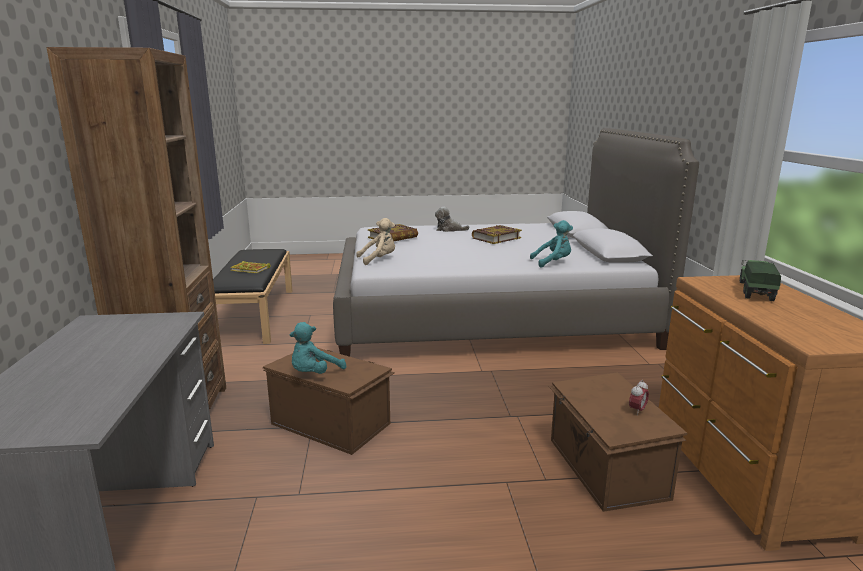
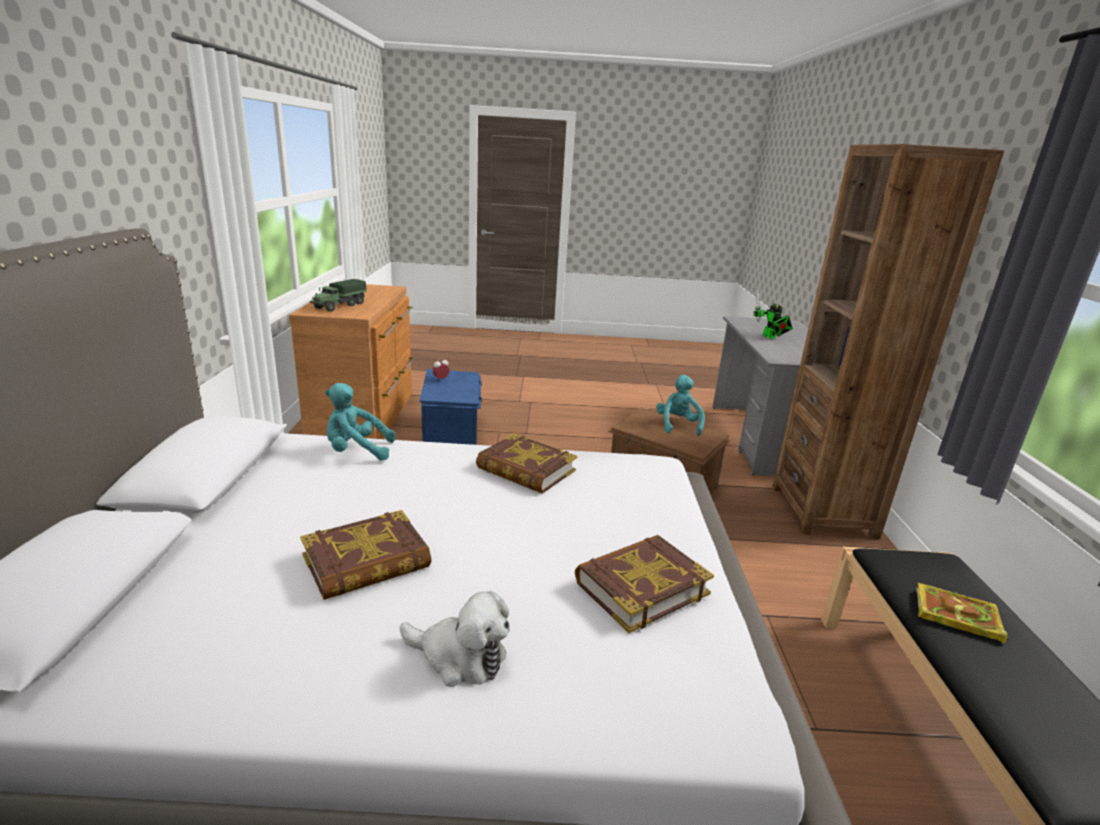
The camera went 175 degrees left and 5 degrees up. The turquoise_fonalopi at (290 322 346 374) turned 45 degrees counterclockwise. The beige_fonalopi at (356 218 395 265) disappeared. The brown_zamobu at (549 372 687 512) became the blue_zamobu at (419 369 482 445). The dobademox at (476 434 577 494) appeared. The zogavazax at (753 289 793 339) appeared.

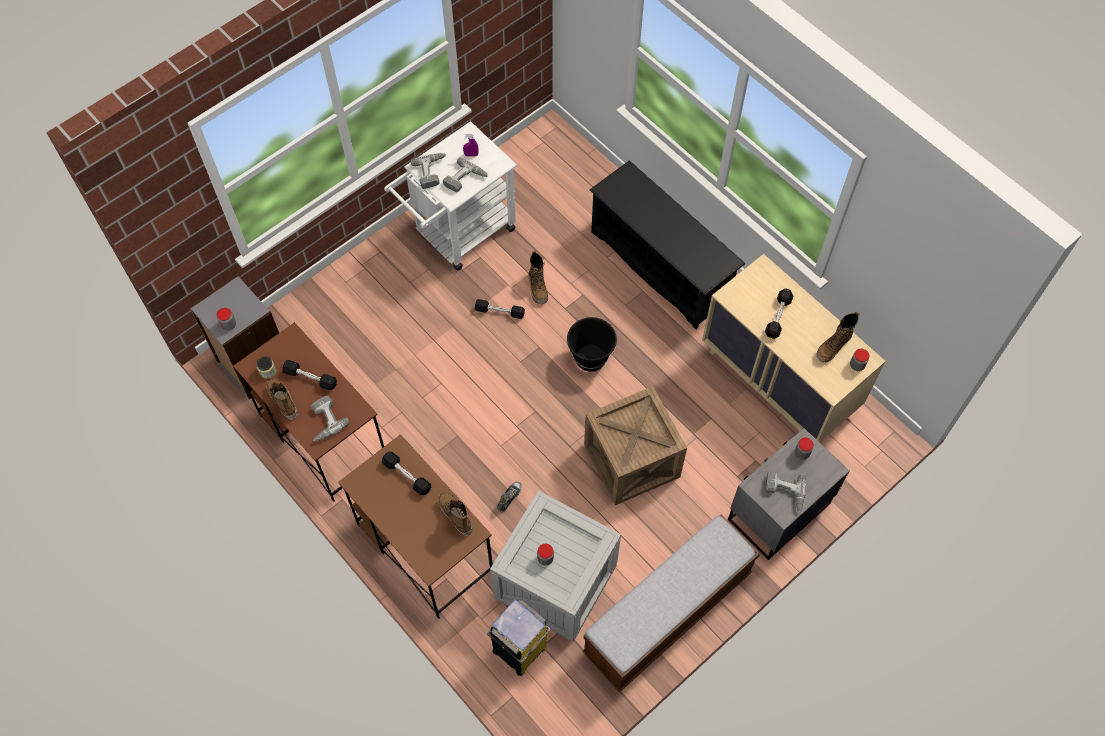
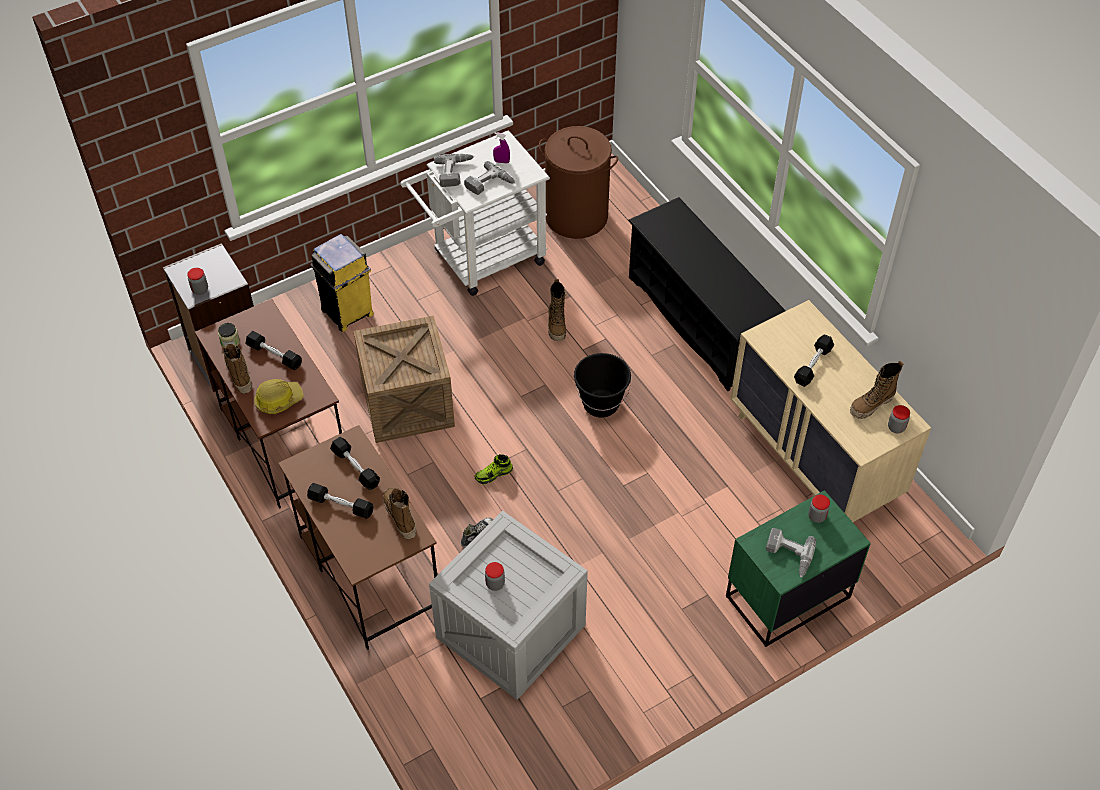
The camera went 10 degrees right and 10 degrees down. The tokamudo at (311 395 350 442) was replaced by the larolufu at (254 379 304 414). The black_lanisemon moved from (475 299 525 319) to (307 483 373 519). The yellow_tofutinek moved from (487 599 551 676) to (310 234 374 332). The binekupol at (583 514 760 692) disappeared. The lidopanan moved from (584 386 687 505) to (353 316 455 443). The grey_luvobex at (728 428 850 560) became the green_luvobex at (726 490 871 647). The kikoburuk at (474 454 513 484) appeared. The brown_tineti at (539 126 618 239) appeared.

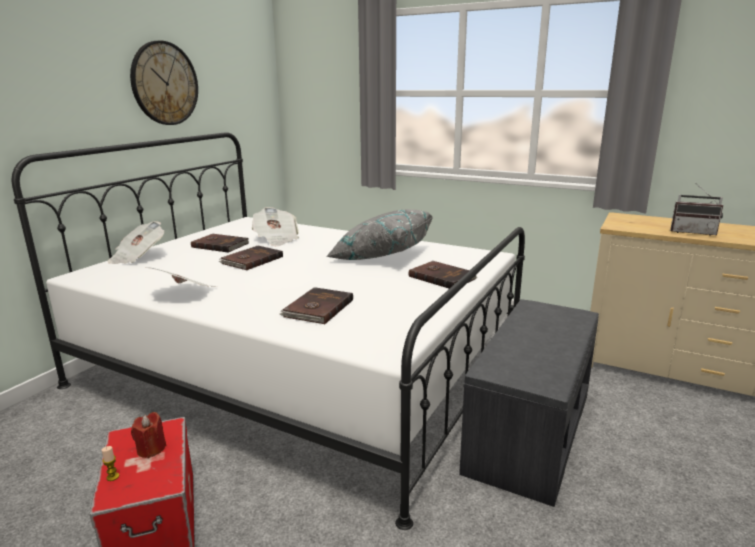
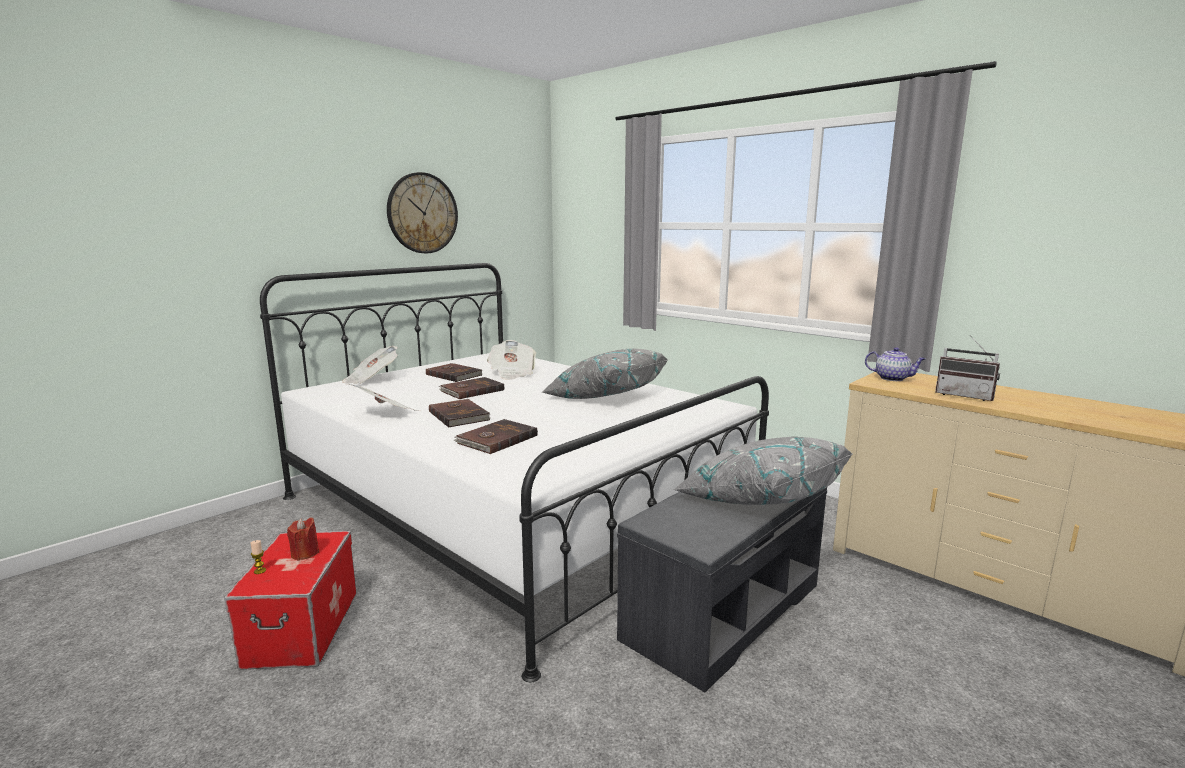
The camera went 15 degrees right and 5 degrees down. The brown_dobademox moved from (409 261 477 289) to (429 399 490 428). The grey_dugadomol at (673 437 853 505) appeared. The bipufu at (865 347 926 381) appeared.

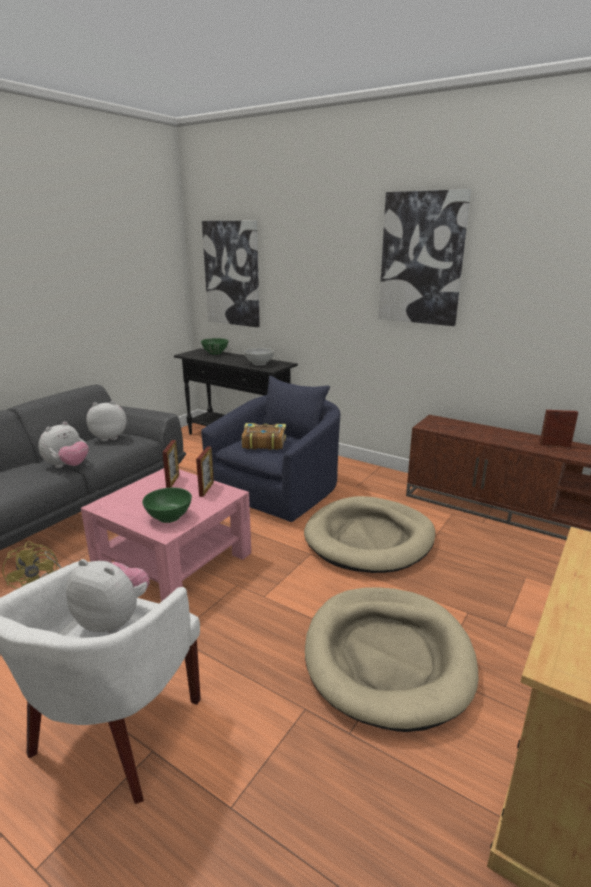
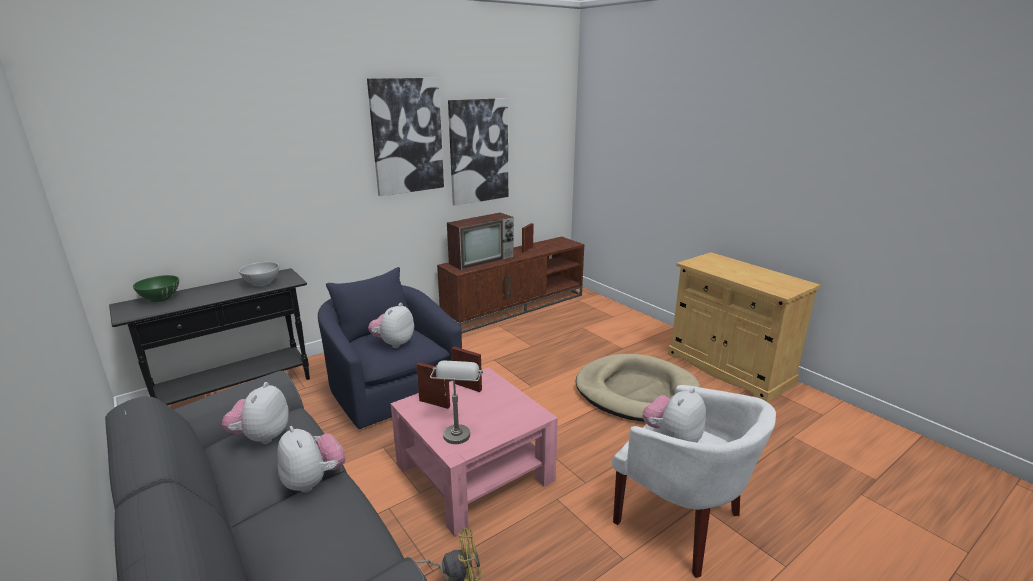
The camera went 70 degrees left and 0 degrees up. The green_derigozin at (142 488 192 523) disappeared. The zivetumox moved from (202 221 260 327) to (448 98 508 206). The dobademox at (242 423 286 450) was replaced by the fonalopi at (368 303 414 348). The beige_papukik at (304 496 436 573) disappeared. The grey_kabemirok at (430 361 483 444) appeared. The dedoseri at (447 213 514 270) appeared.

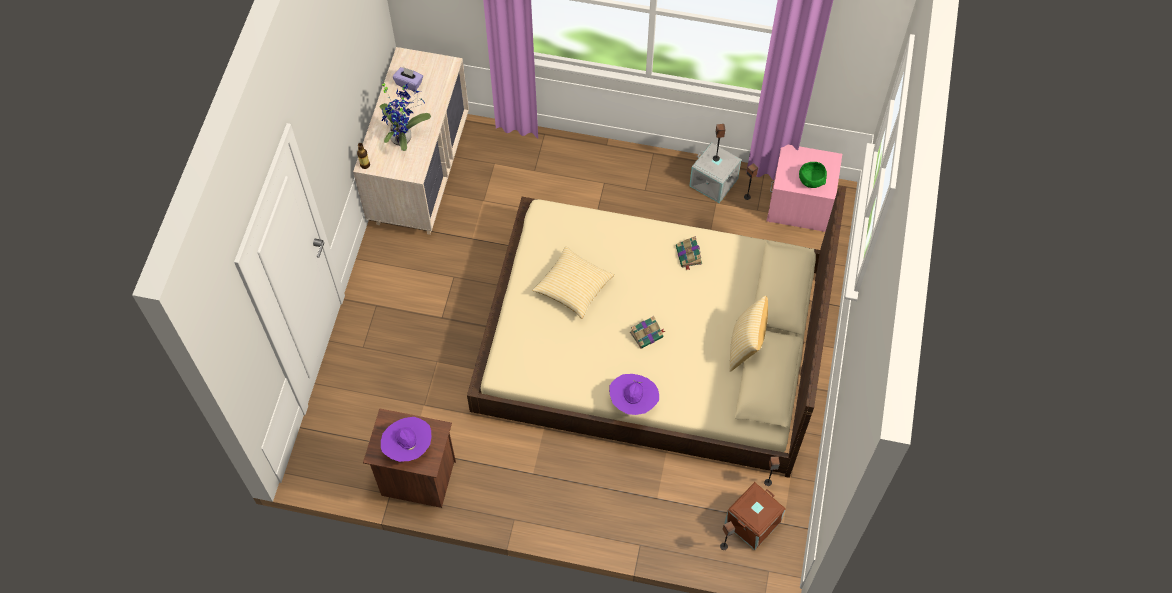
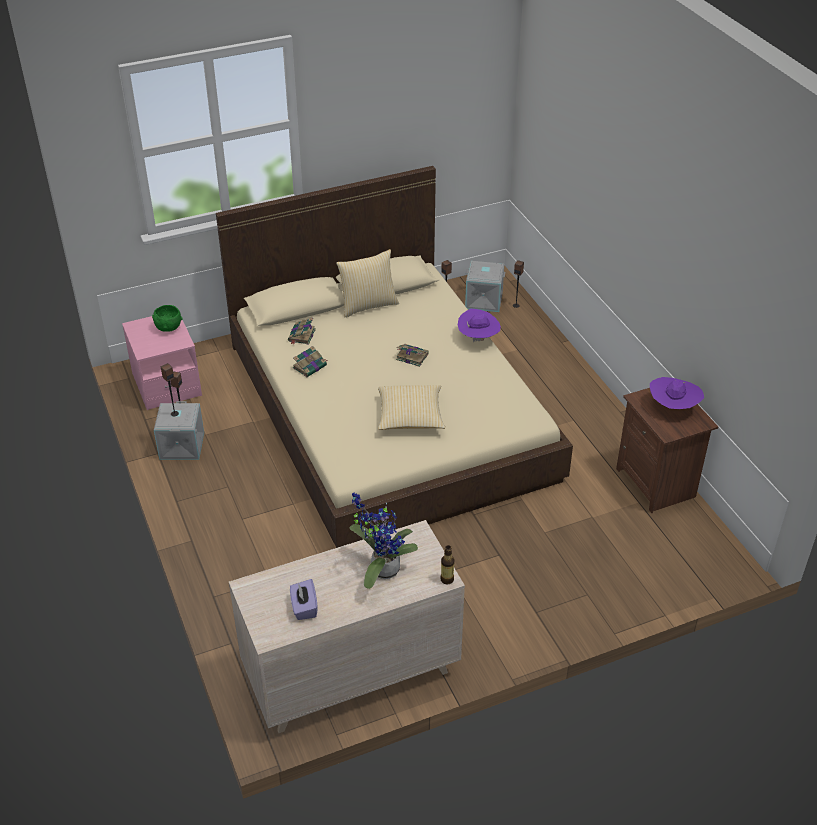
The camera went 125 degrees left and 20 degrees down. The brown_zamobu at (724 482 786 550) became the grey_zamobu at (465 261 505 312). The dobademox at (288 318 316 345) appeared.

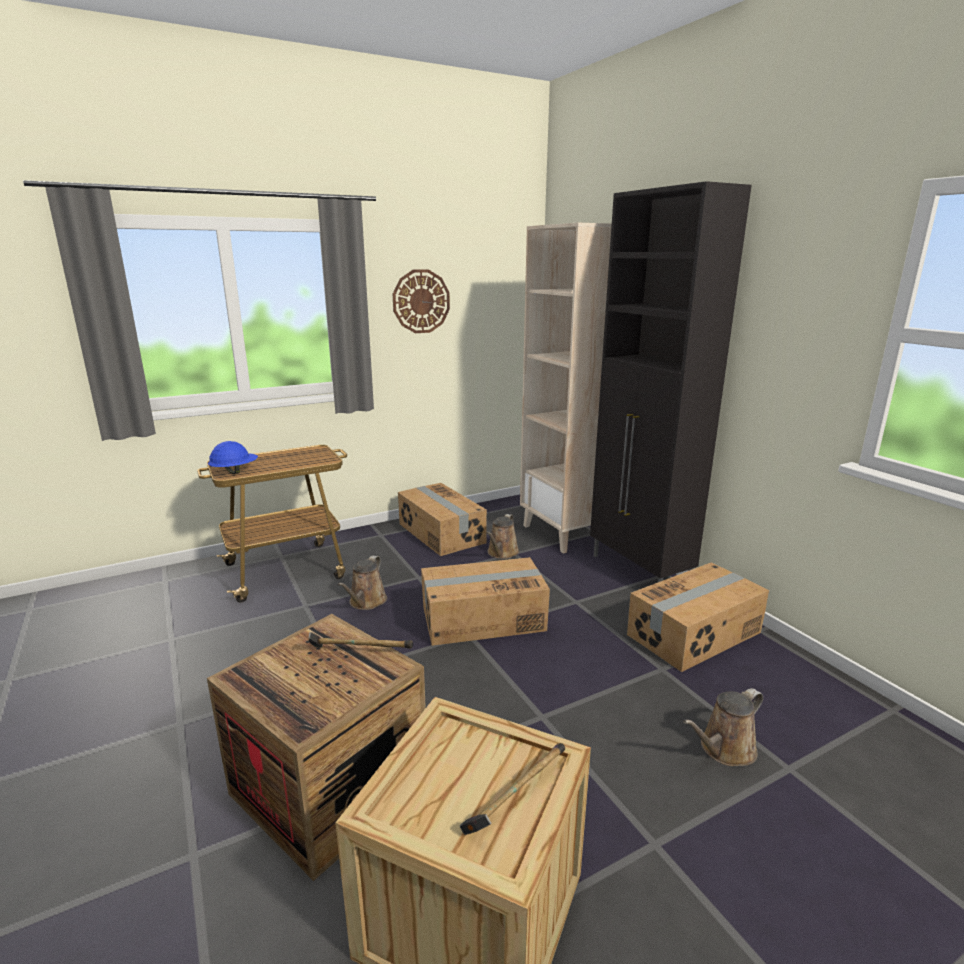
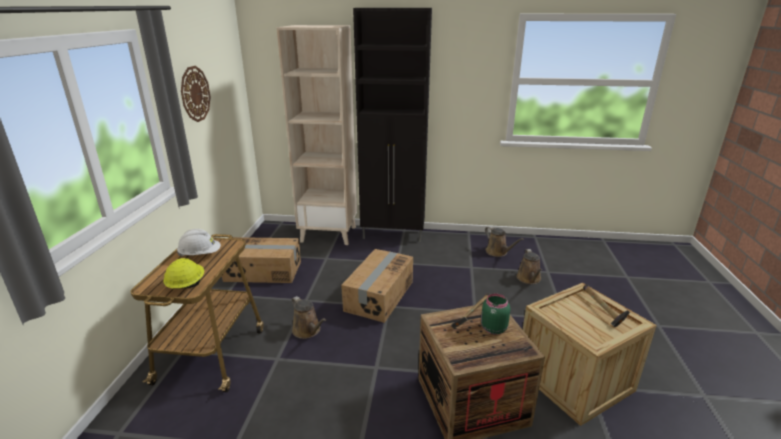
The camera went 55 degrees left and 5 degrees up. The blue_larolufu at (208 441 258 474) became the yellow_larolufu at (163 258 204 289). The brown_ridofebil moved from (486 514 519 559) to (485 226 524 257). The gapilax at (627 563 769 672) disappeared. The white_larolufu at (177 229 221 256) appeared. The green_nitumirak at (481 294 511 335) appeared.

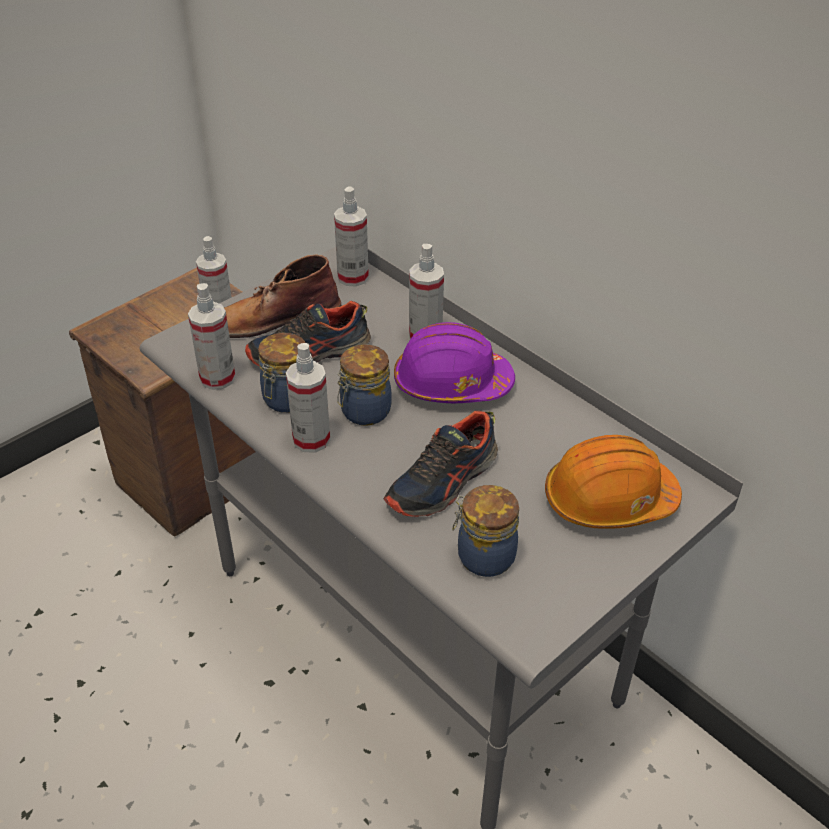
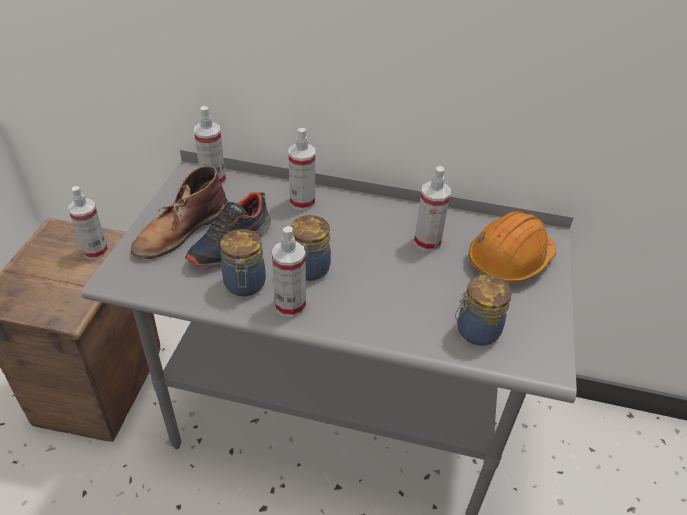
The camera went 35 degrees left and 0 degrees up. The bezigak moved from (188 283 236 390) to (414 166 451 251). The kikoburuk at (384 411 498 517) disappeared. The purple_larolufu at (394 322 515 403) disappeared.

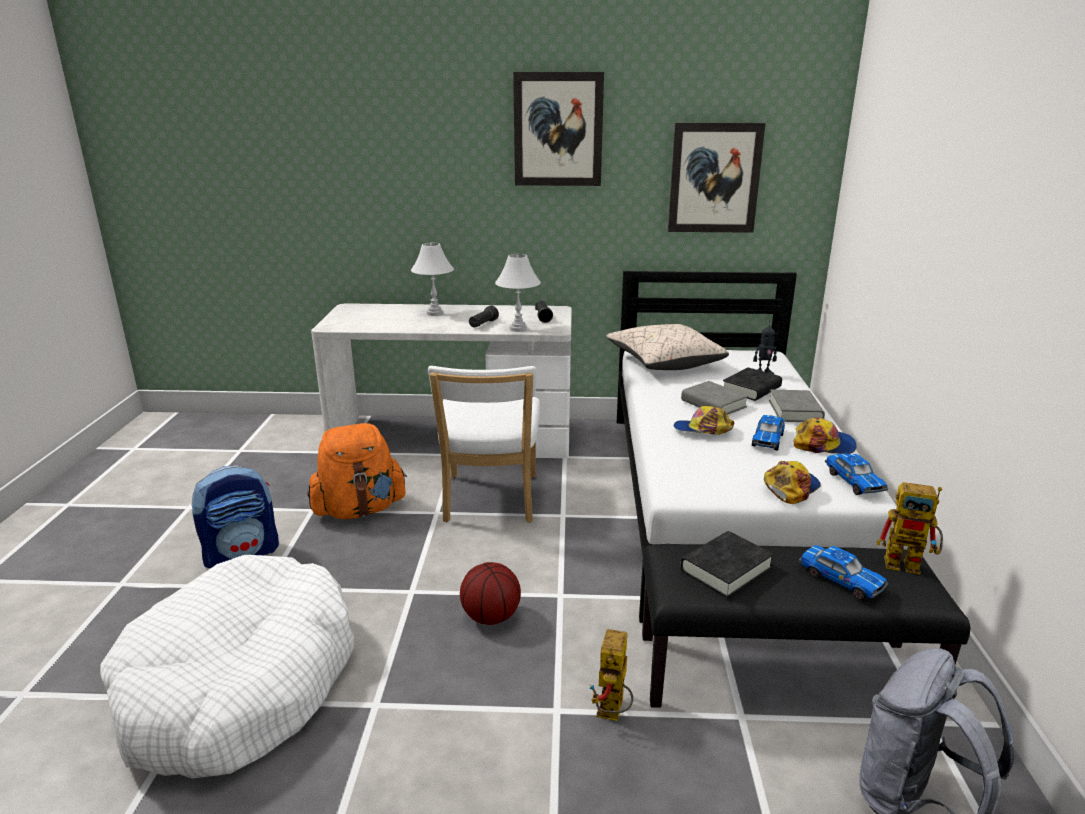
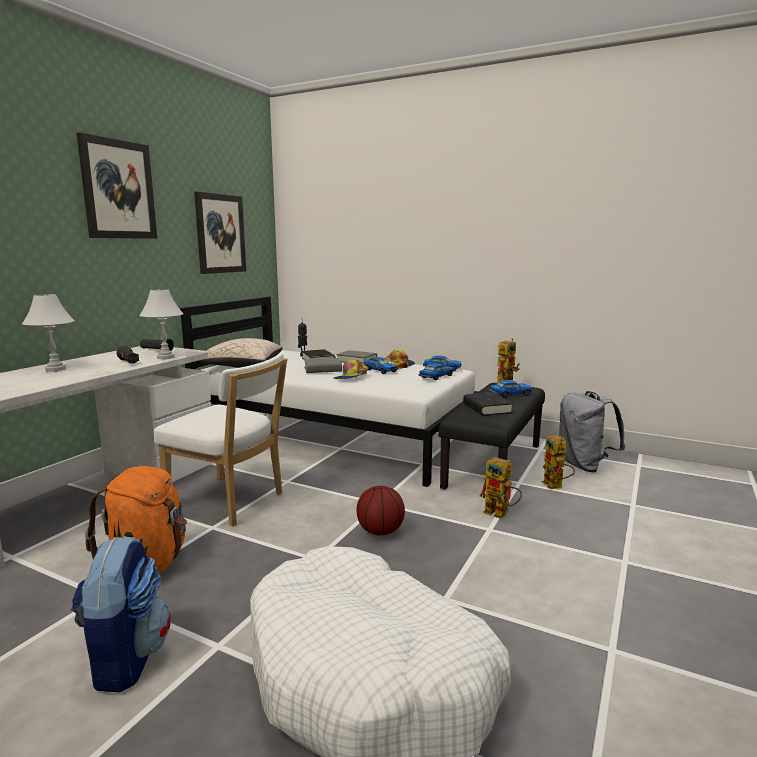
The camera went 65 degrees left and 10 degrees down. The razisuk at (764 461 821 504) was replaced by the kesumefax at (418 363 454 380). The zogavazax at (542 435 575 489) appeared.

